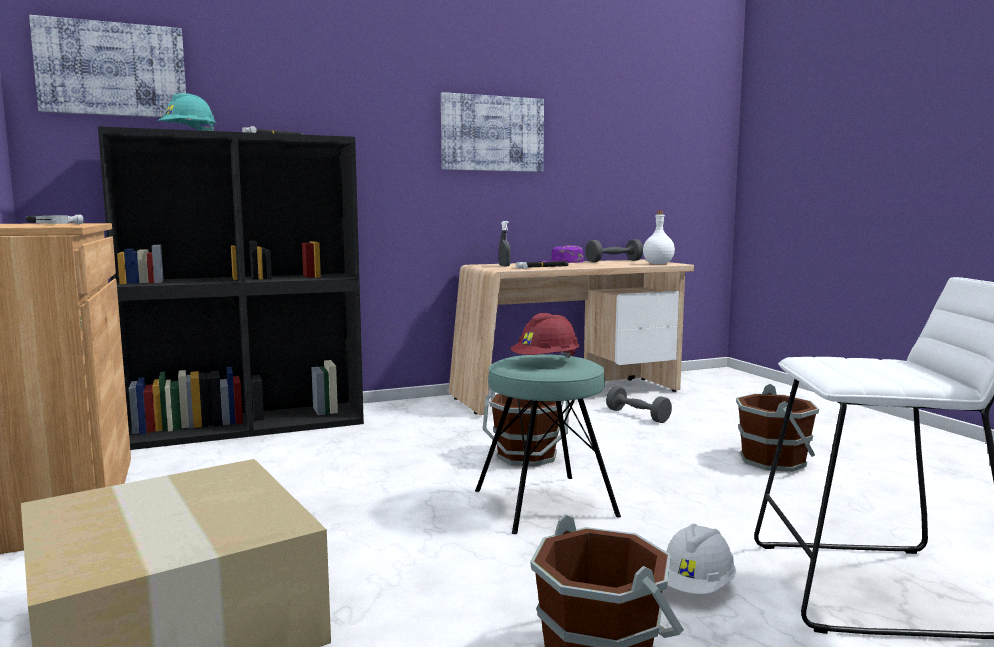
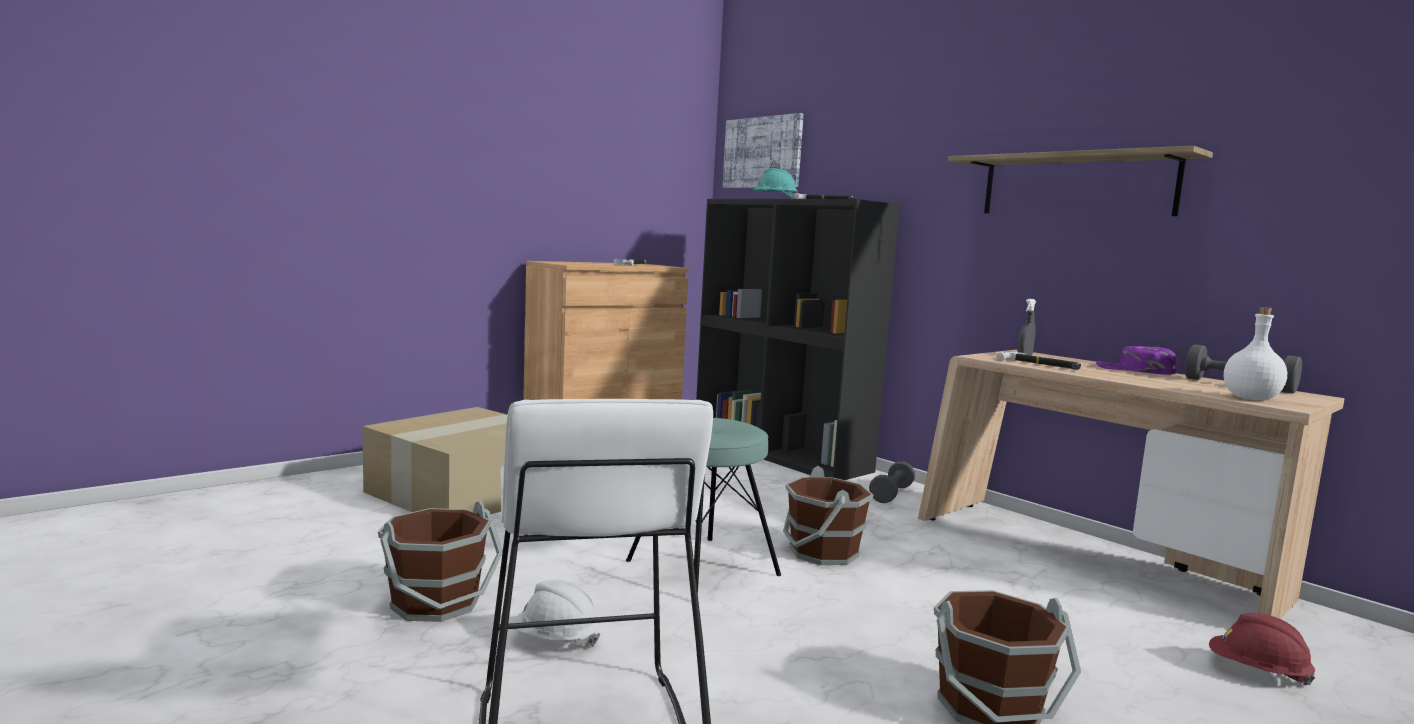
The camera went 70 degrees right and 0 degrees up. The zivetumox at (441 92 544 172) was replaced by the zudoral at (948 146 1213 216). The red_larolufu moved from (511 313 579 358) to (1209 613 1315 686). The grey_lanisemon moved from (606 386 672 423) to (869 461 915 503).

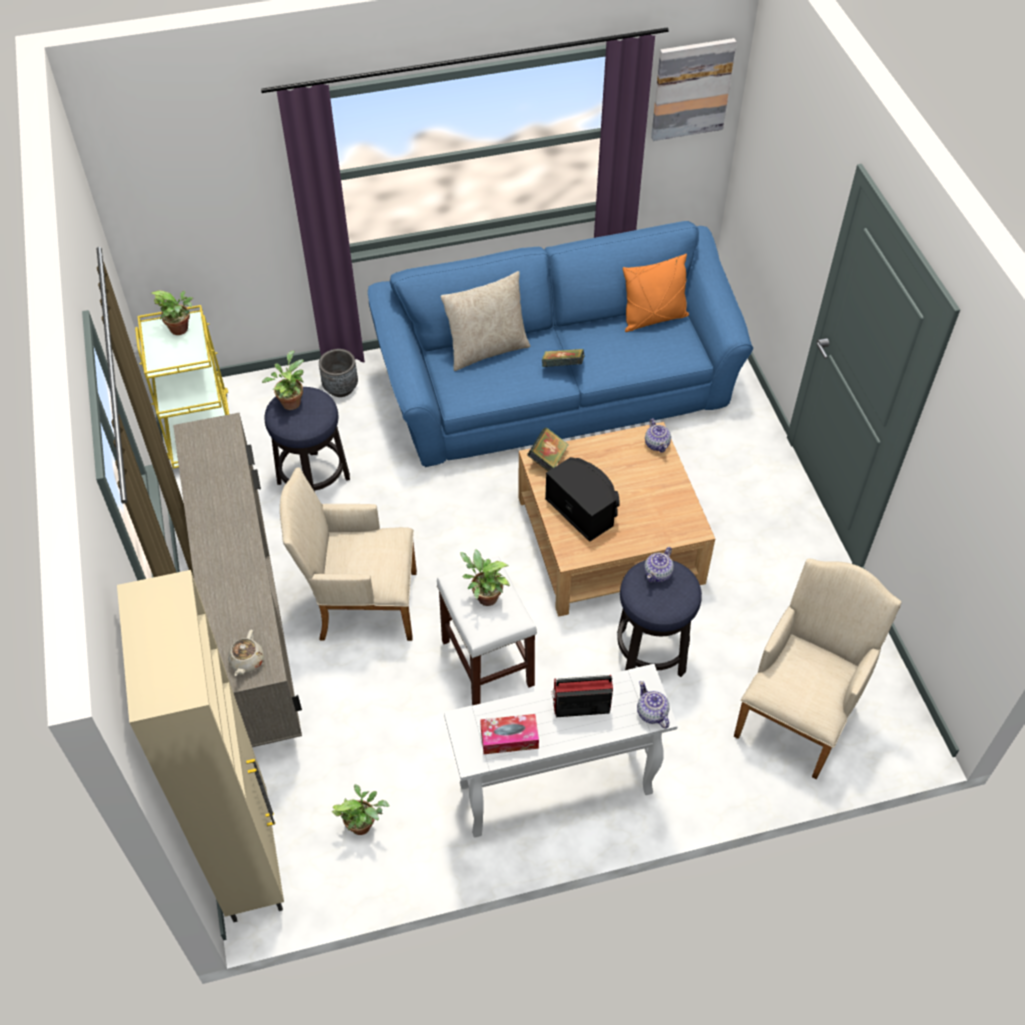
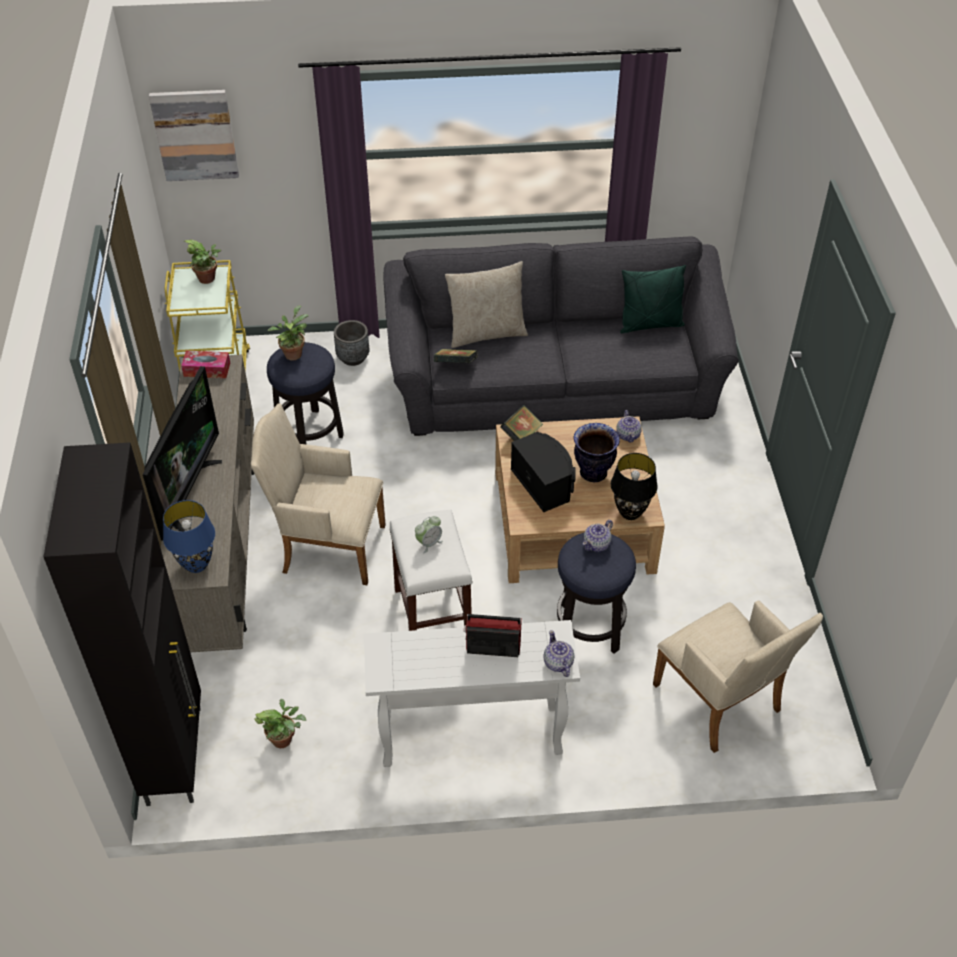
The camera went 10 degrees right and 5 degrees down. The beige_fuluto at (117 570 284 922) became the black_fuluto at (43 442 201 806). The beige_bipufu at (228 630 264 676) was replaced by the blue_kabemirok at (163 500 215 573). The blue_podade at (368 221 753 467) became the grey_podade at (383 236 739 436). The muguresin at (460 549 510 606) was replaced by the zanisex at (415 516 443 553). The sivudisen moved from (480 714 539 754) to (181 351 230 378). The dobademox moved from (542 349 584 367) to (434 349 478 363). The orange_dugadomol at (622 254 689 332) became the green_dugadomol at (620 265 686 333). The zivetumox moved from (651 38 736 141) to (149 90 239 181). The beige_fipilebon at (734 559 902 779) turned 105 degrees clockwise. The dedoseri at (143 366 222 541) appeared. The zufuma at (573 423 620 482) appeared. The black_kabemirok at (611 453 658 520) appeared.

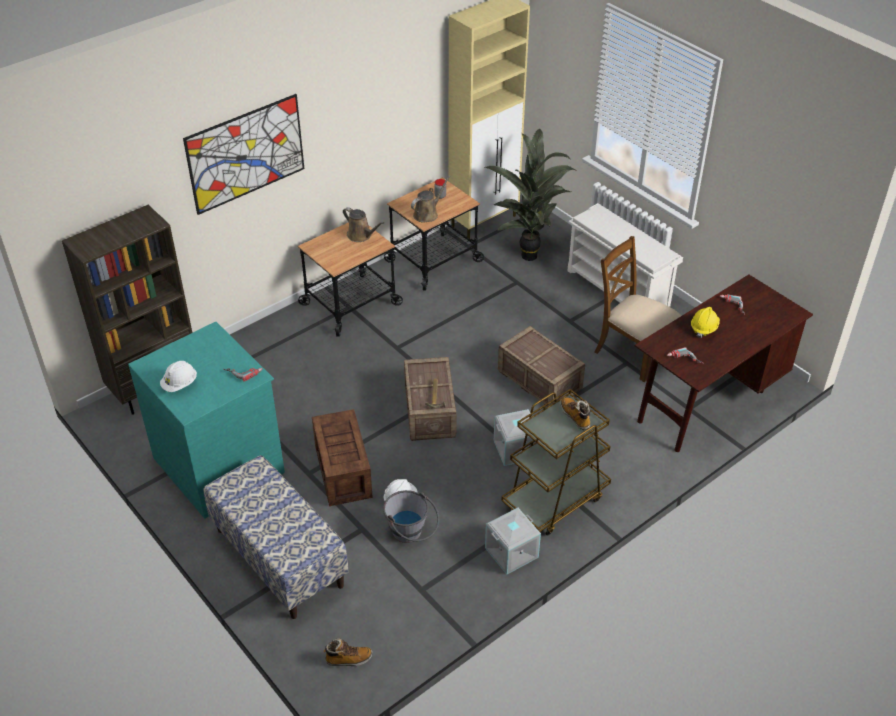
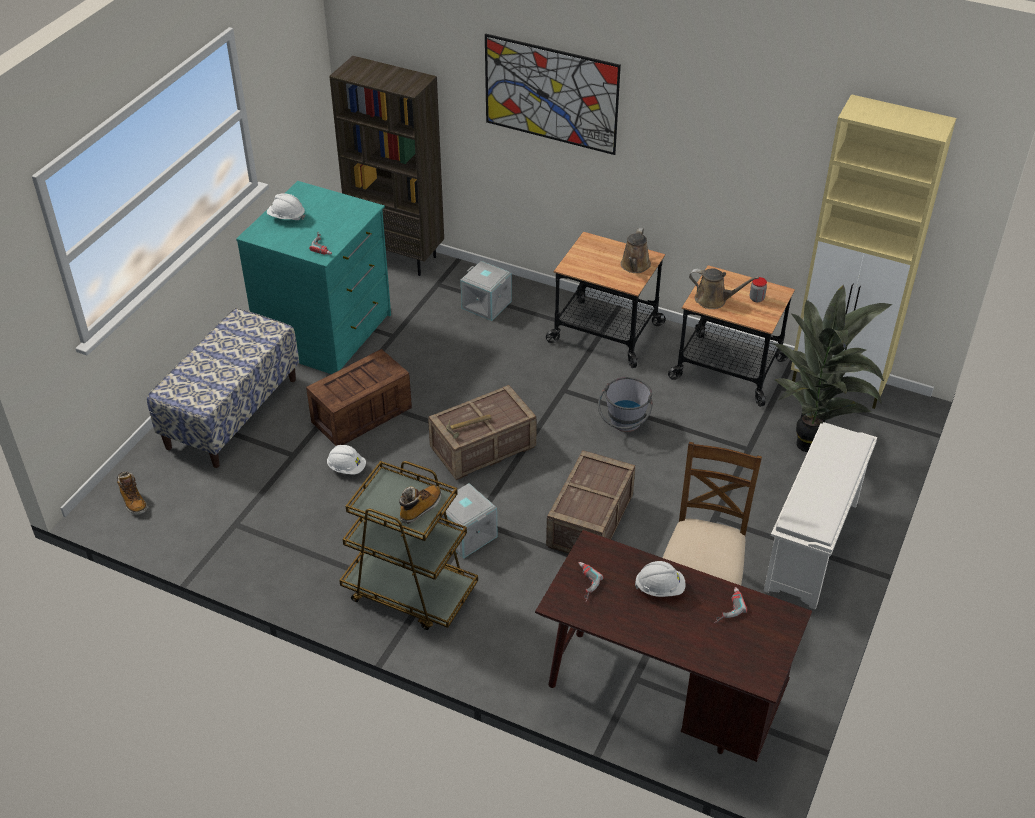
The camera went 65 degrees right and 0 degrees up. The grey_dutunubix moved from (383 490 439 543) to (598 377 652 432). The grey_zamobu moved from (485 507 541 574) to (460 261 512 321). The yellow_larolufu at (691 307 720 338) became the white_larolufu at (635 561 686 597).

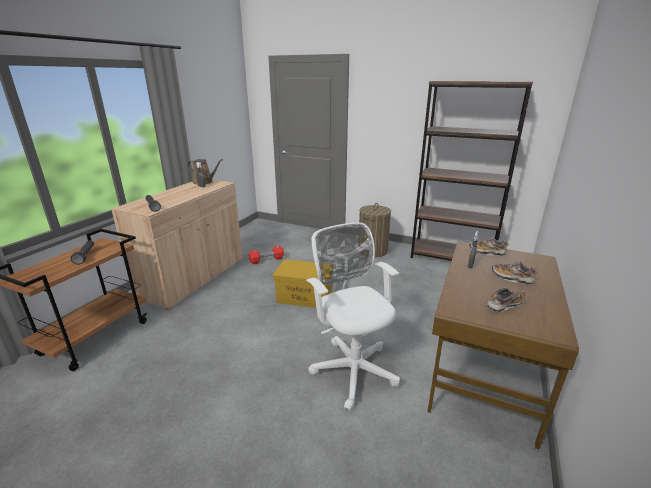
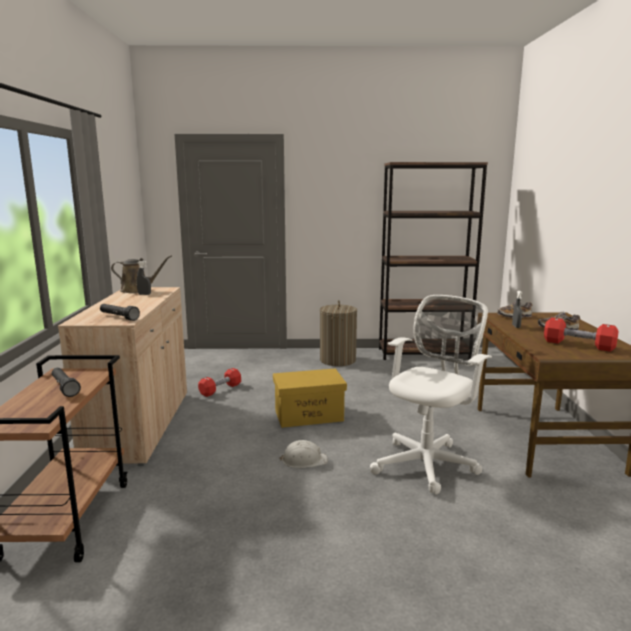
The camera went 25 degrees left and 10 degrees down. The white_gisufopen at (306 223 400 411) turned 90 degrees clockwise. The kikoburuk at (487 288 526 312) was replaced by the red_lanisemon at (544 317 619 352). The white_larolufu at (279 440 328 468) appeared.

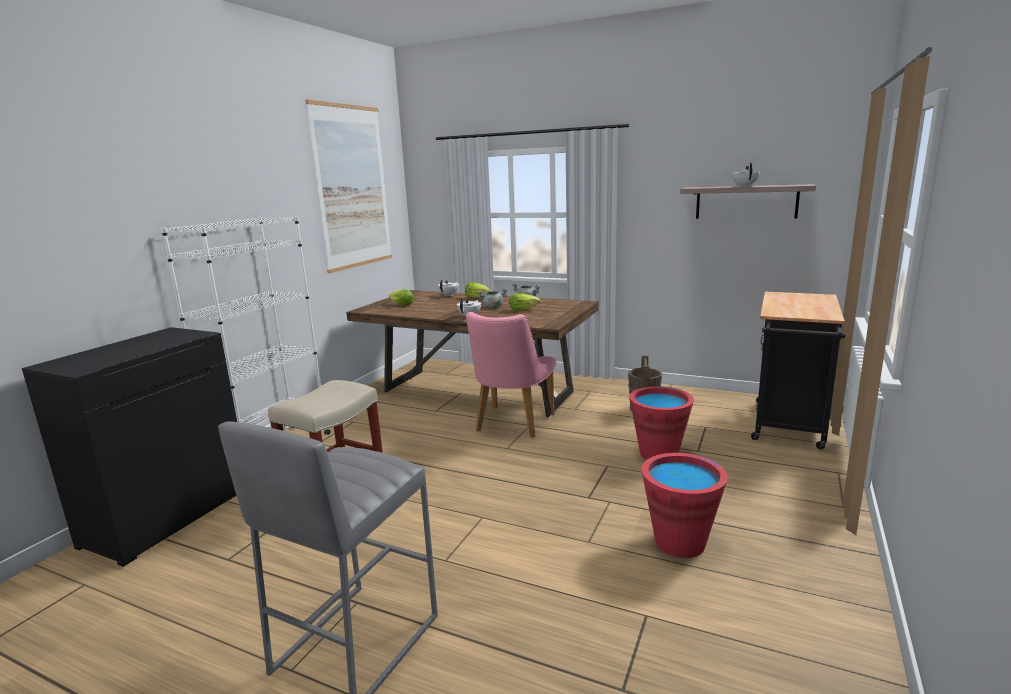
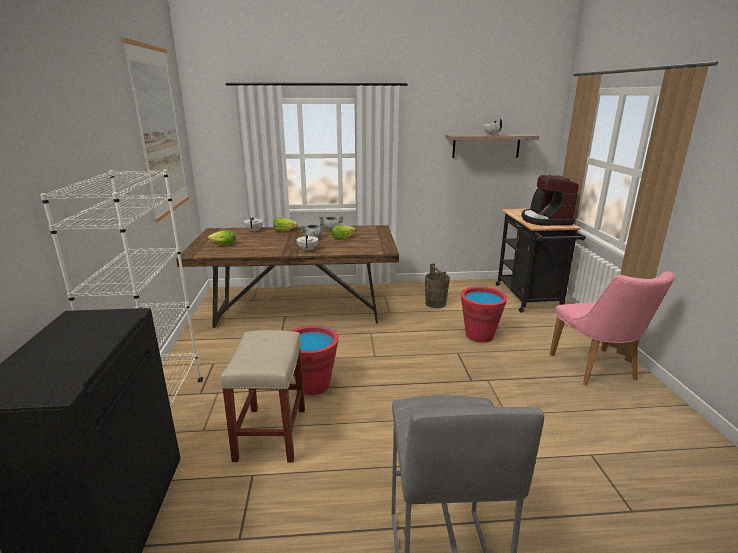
The camera went 30 degrees left and 5 degrees up. The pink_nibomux moved from (466 312 556 438) to (550 271 675 386). The red_dutunubix moved from (641 453 728 558) to (291 325 339 395). The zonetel at (521 175 579 226) appeared.

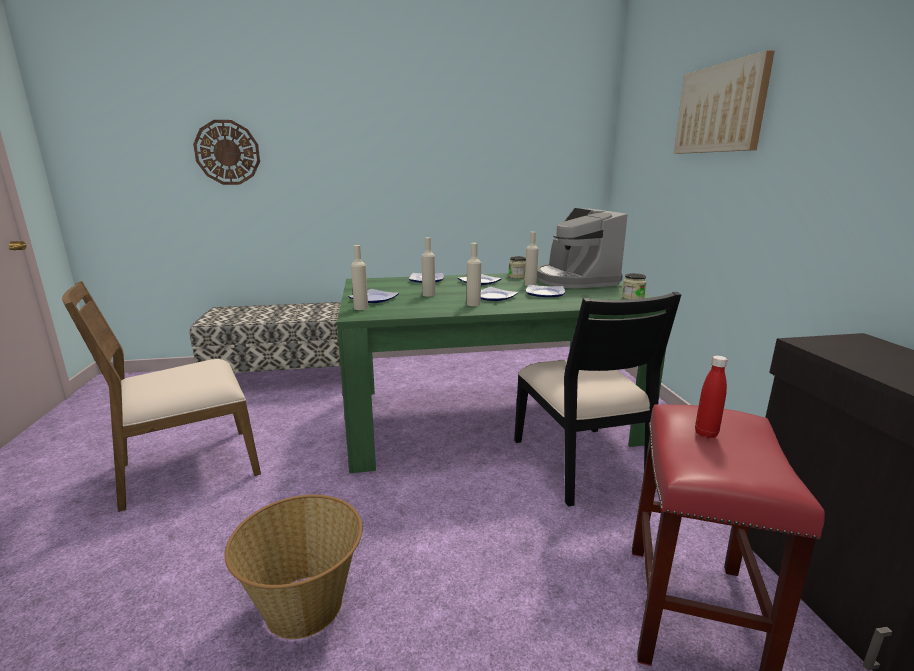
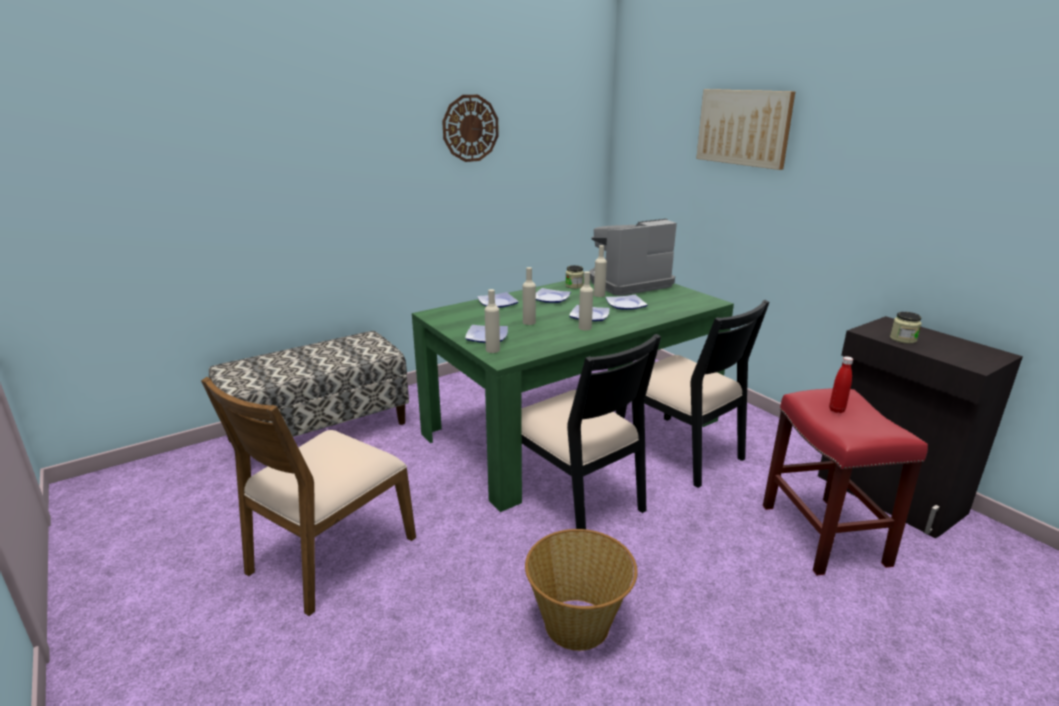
The camera went 25 degrees left and 5 degrees up. The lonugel moved from (193 120 260 185) to (442 95 499 162). The zonetel at (537 208 627 288) turned 105 degrees clockwise. The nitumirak moved from (622 273 646 300) to (890 312 922 344). The black_nibomux at (521 334 661 529) appeared.

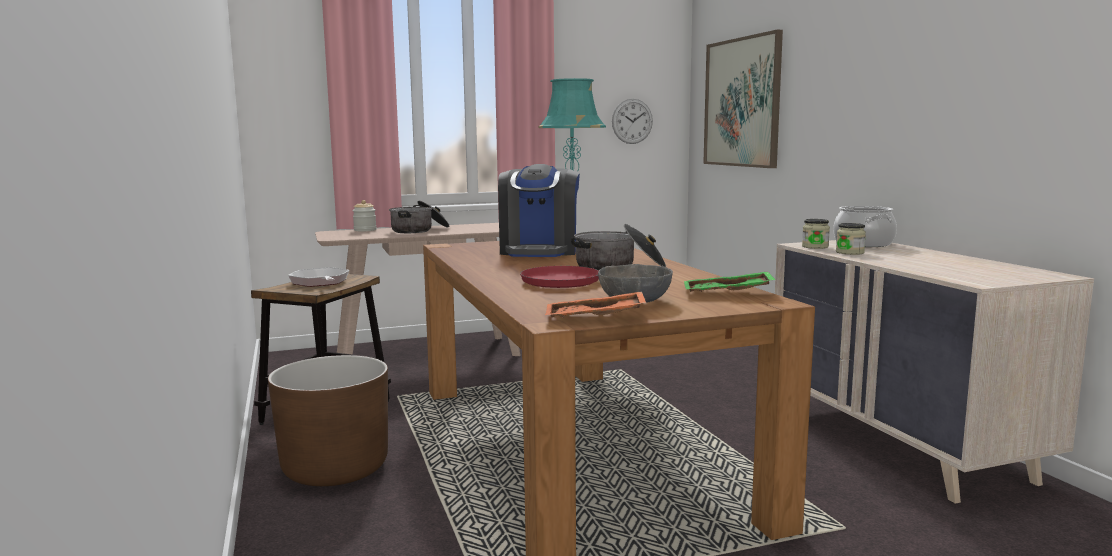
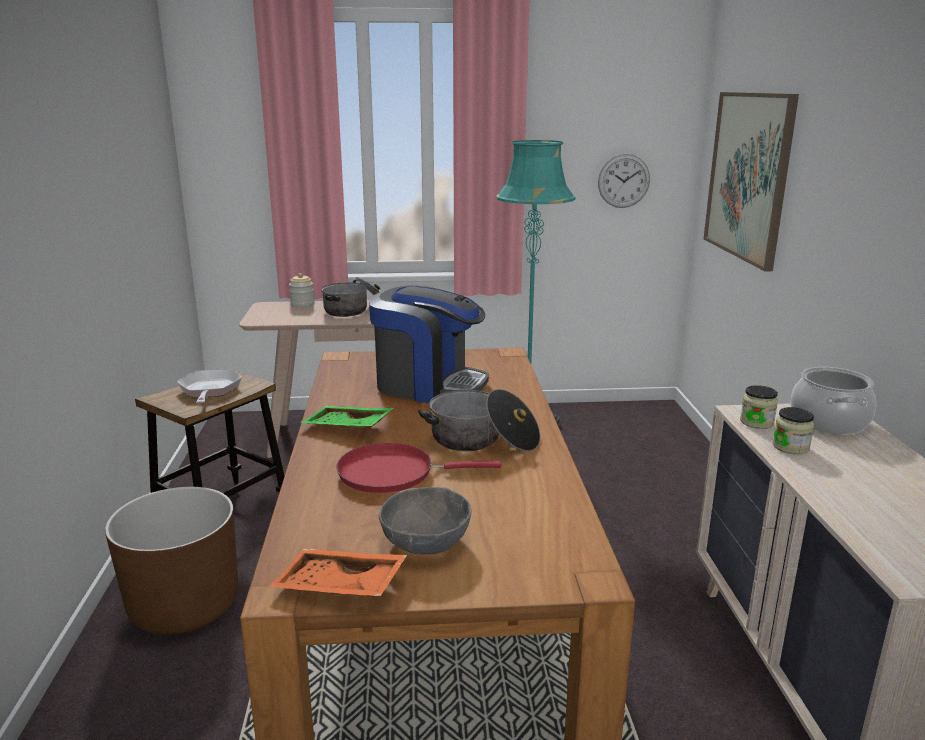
The camera went 15 degrees right and 10 degrees up. The zonetel at (498 164 580 257) turned 90 degrees counterclockwise. The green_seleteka moved from (684 271 775 292) to (300 406 394 429).

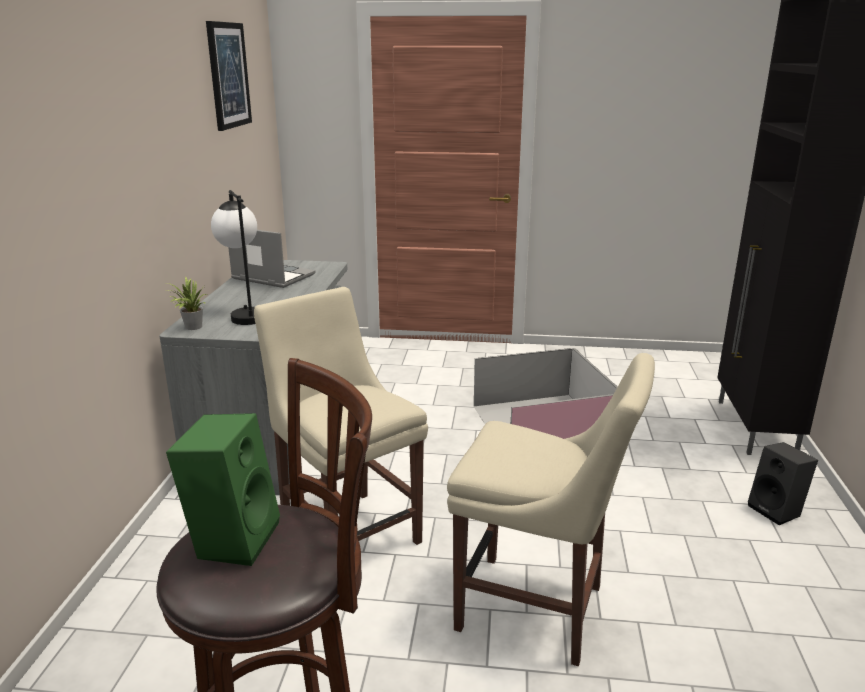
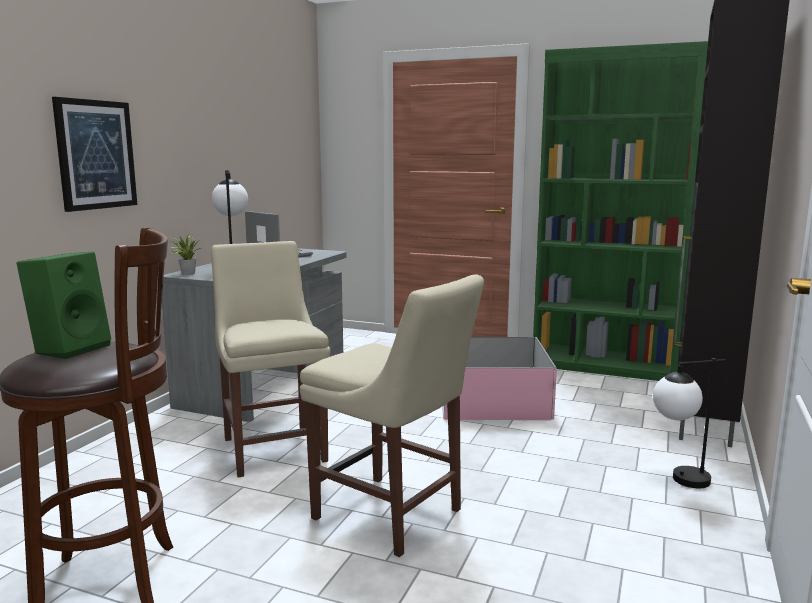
The camera went 15 degrees right and 10 degrees down. The zivetumox moved from (206 21 252 131) to (52 97 137 212). The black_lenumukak at (748 442 818 525) was replaced by the kabemirok at (653 358 726 488). The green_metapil at (533 41 708 381) appeared.

